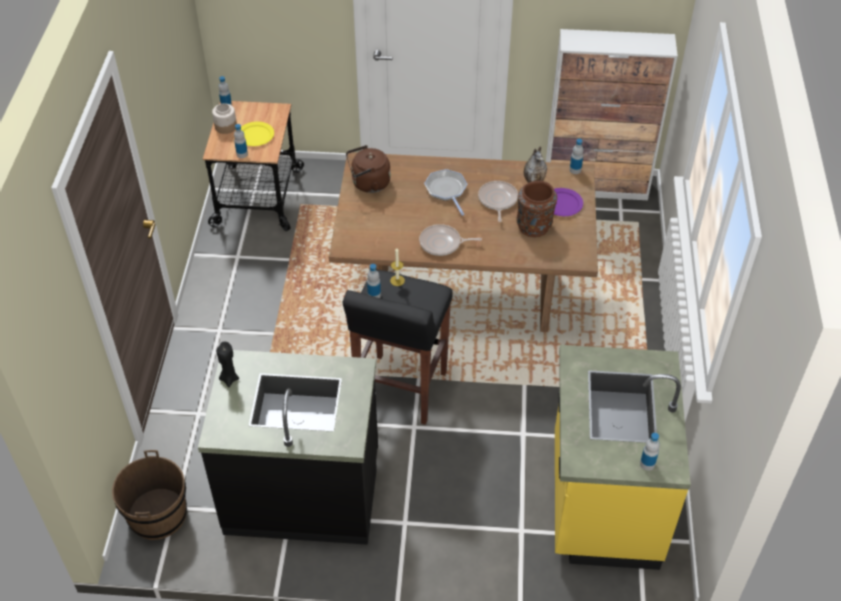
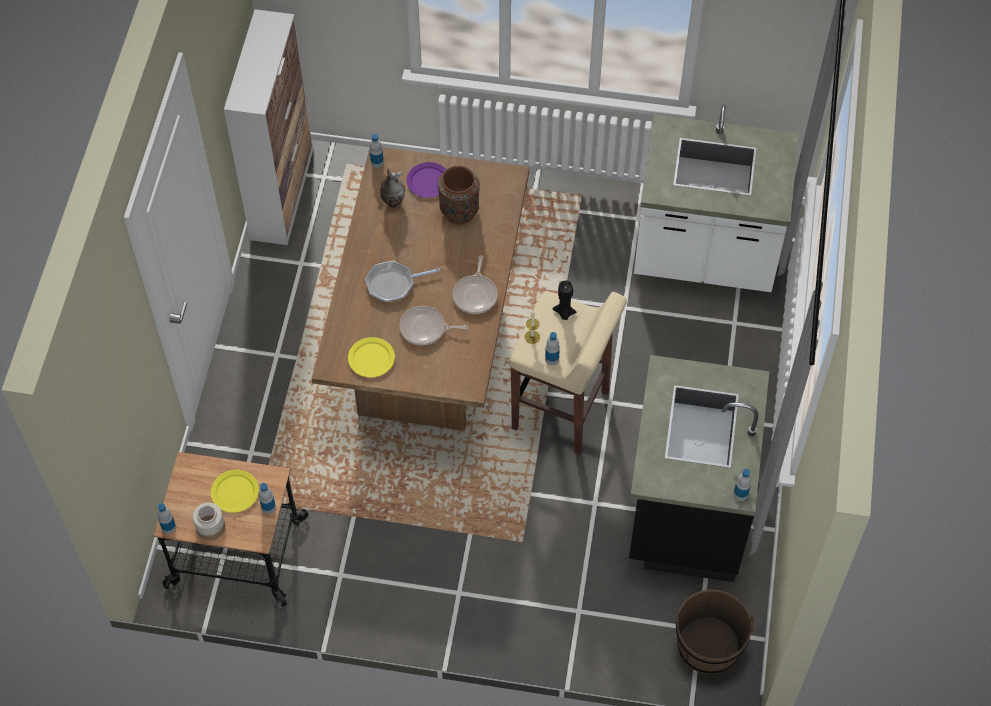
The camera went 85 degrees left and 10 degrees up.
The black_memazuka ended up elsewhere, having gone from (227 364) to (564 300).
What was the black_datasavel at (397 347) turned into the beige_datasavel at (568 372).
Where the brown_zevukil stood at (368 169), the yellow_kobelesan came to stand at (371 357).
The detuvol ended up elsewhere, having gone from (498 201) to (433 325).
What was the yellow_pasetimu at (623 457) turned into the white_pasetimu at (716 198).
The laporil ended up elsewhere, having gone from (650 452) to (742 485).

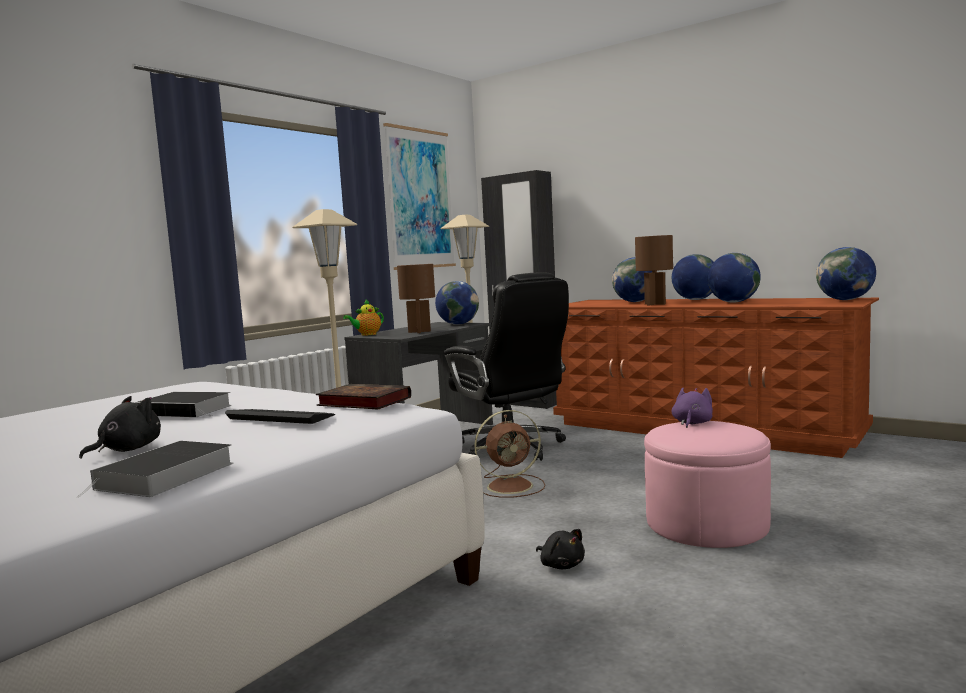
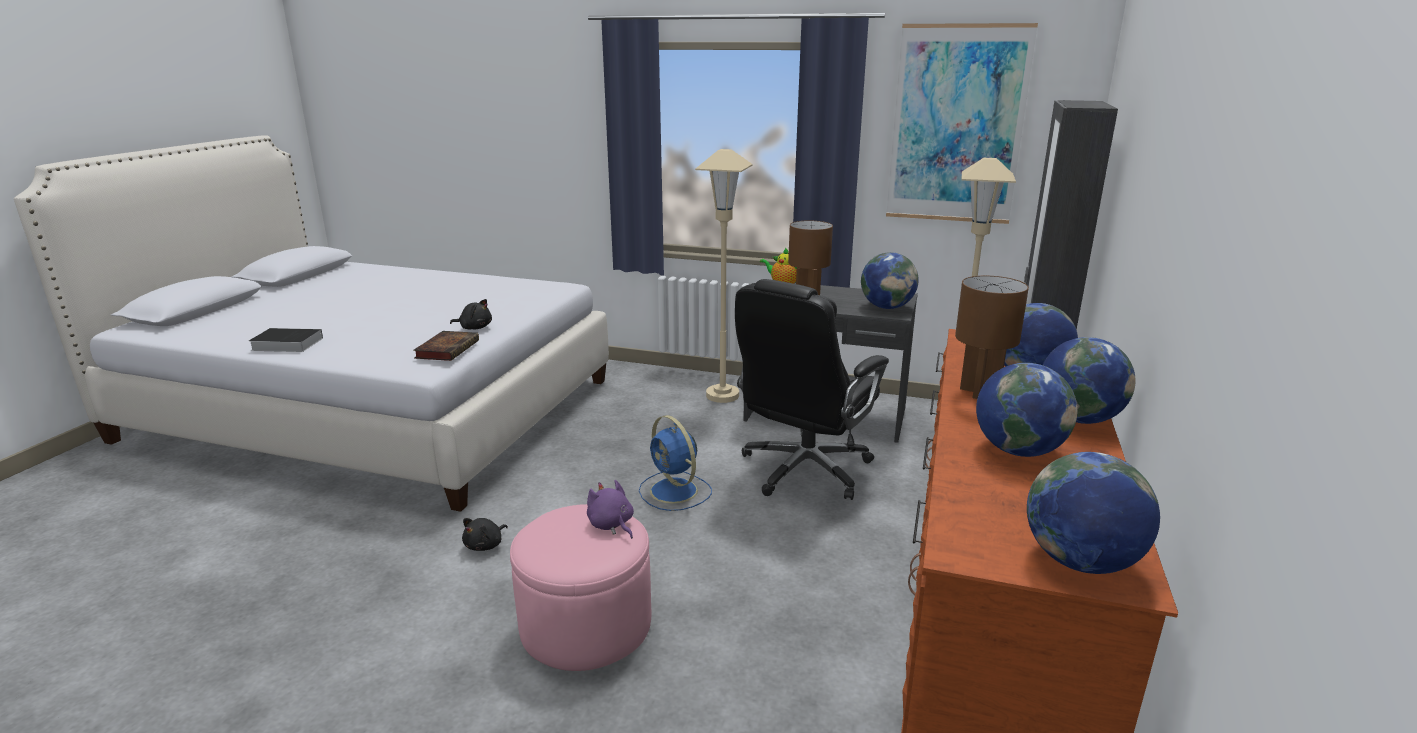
The camera went 70 degrees right and 15 degrees up.
The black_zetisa ended up elsewhere, having gone from (120 427) to (471 314).
The second view lost the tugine at (183 404).
The second view lost the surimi at (280 416).
What was the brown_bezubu at (509 454) turned into the blue_bezubu at (675 463).
The purple_zetisa at (692 408) ended up facing another way, 135 degrees counterclockwise from before.

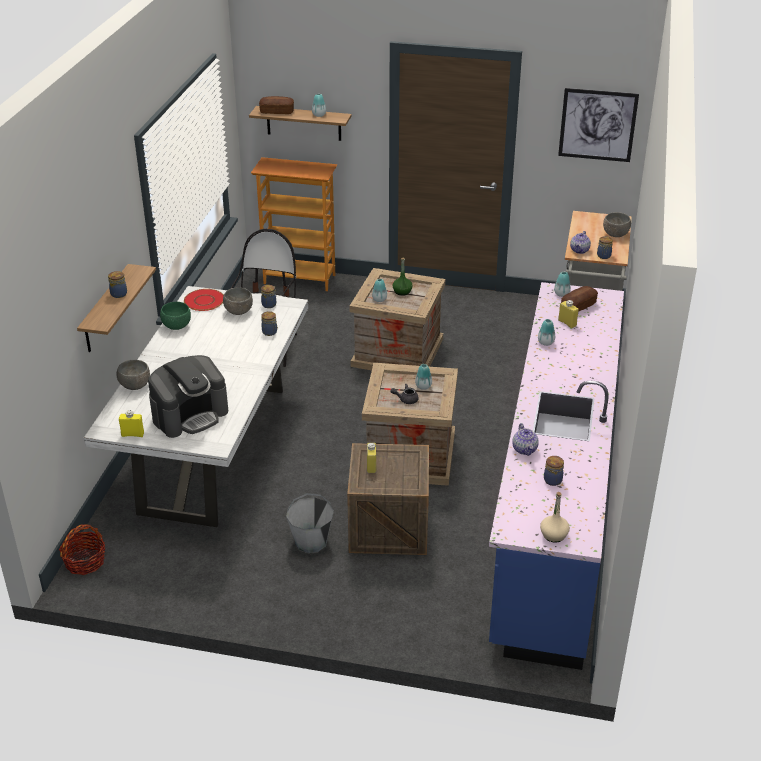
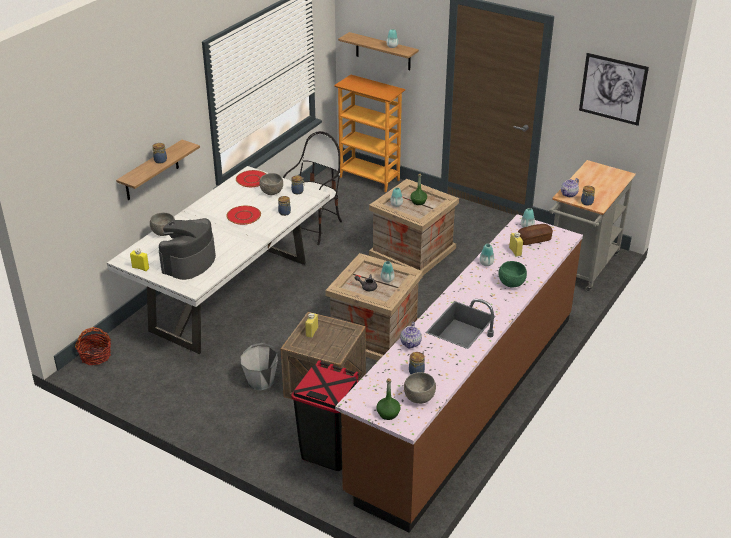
The camera went 20 degrees right and 0 degrees up.
The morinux at (188 396) ended up facing another way, 135 degrees clockwise from before.
The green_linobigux ended up elsewhere, having gone from (175 316) to (513 274).
The second view lost the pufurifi at (276 105).
What was the blue_pasetimu at (556 476) turned into the brown_pasetimu at (459 373).
What was the beige_laporil at (555 517) turned into the green_laporil at (388 399).
The grey_linobigux ended up elsewhere, having gone from (617 224) to (420 388).
The second view gained the red_kobelesan at (243 215).
The second view gained the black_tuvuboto at (325 415).

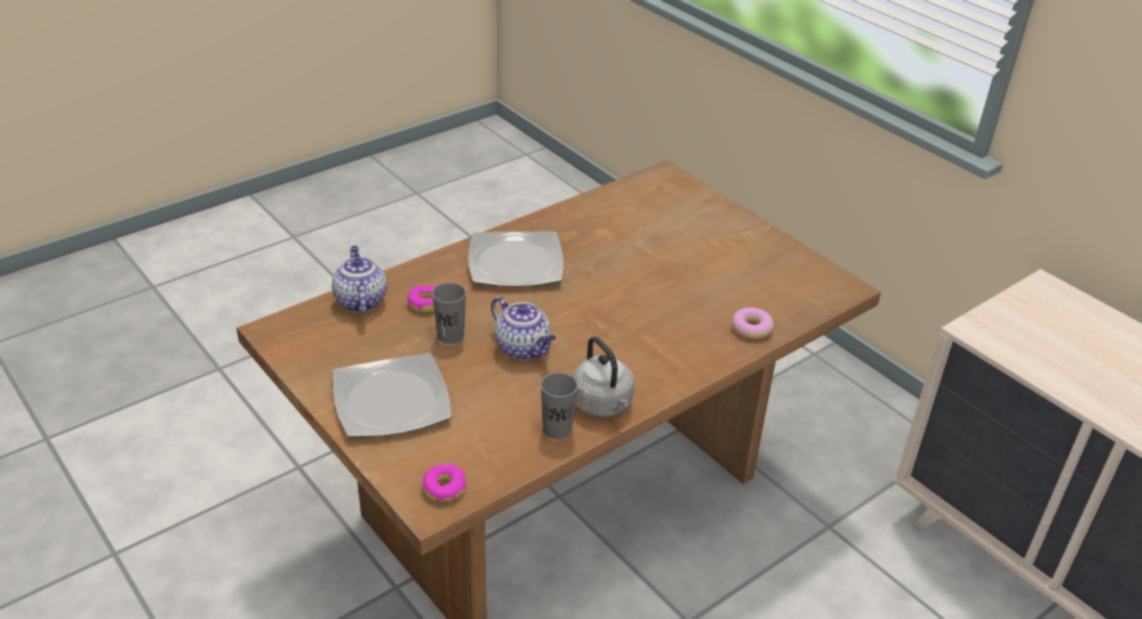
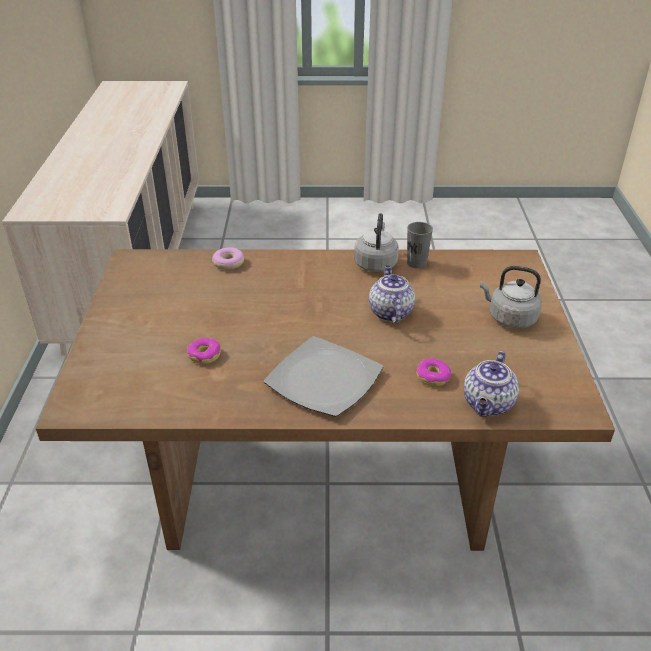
The camera went 140 degrees left and 0 degrees up.
Where the kobelesan stood at (392 395), the grey_zevukil came to stand at (511 297).
The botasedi ended up elsewhere, having gone from (444 483) to (204 351).
The second view lost the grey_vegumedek at (449 313).

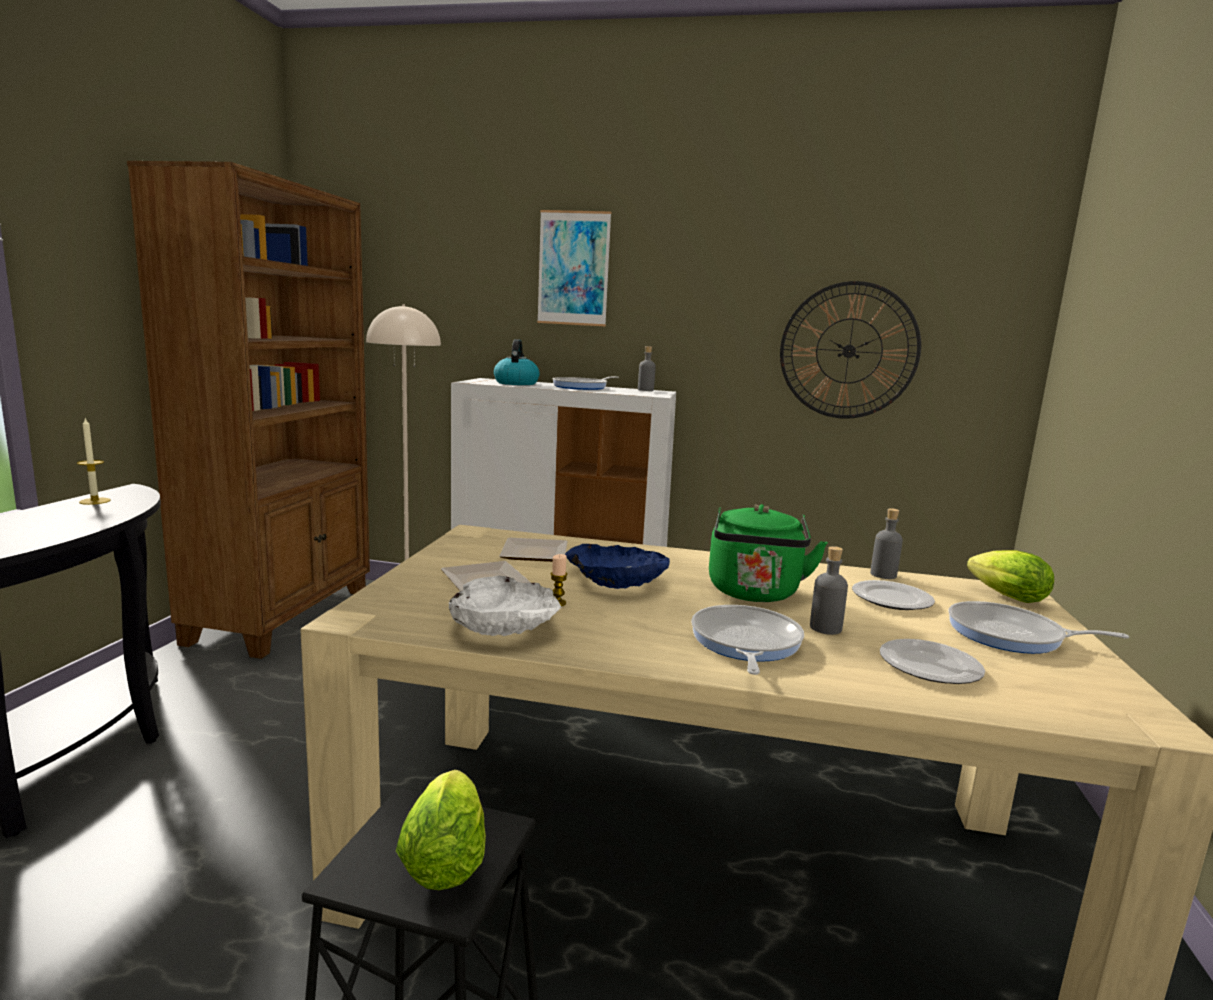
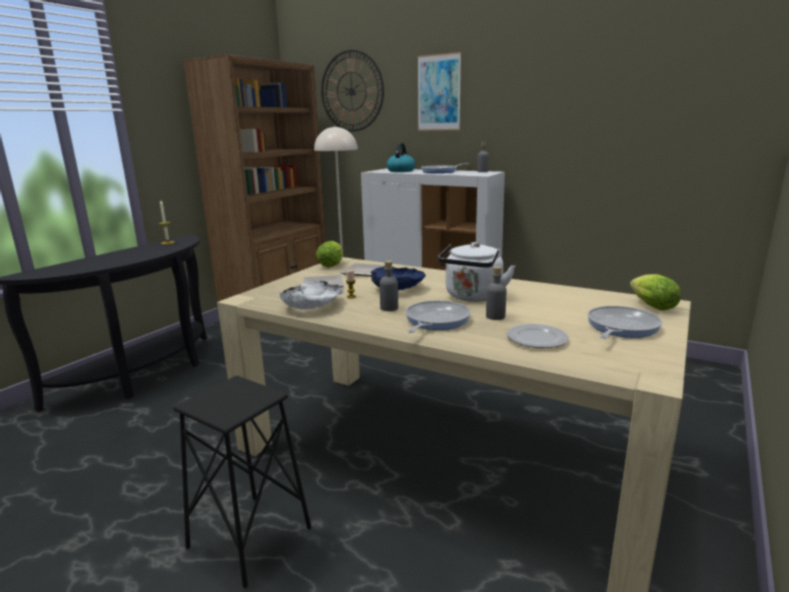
The camera went 20 degrees right and 5 degrees up.
The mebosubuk ended up elsewhere, having gone from (441 830) to (329 254).
What was the green_zevukil at (768 553) turned into the white_zevukil at (476 272).
The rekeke ended up elsewhere, having gone from (850 350) to (352 90).
The second view lost the kobelesan at (893 595).
The grey_laporil ended up elsewhere, having gone from (886 543) to (389 286).
The detuvol at (1039 627) ended up facing another way, 90 degrees clockwise from before.

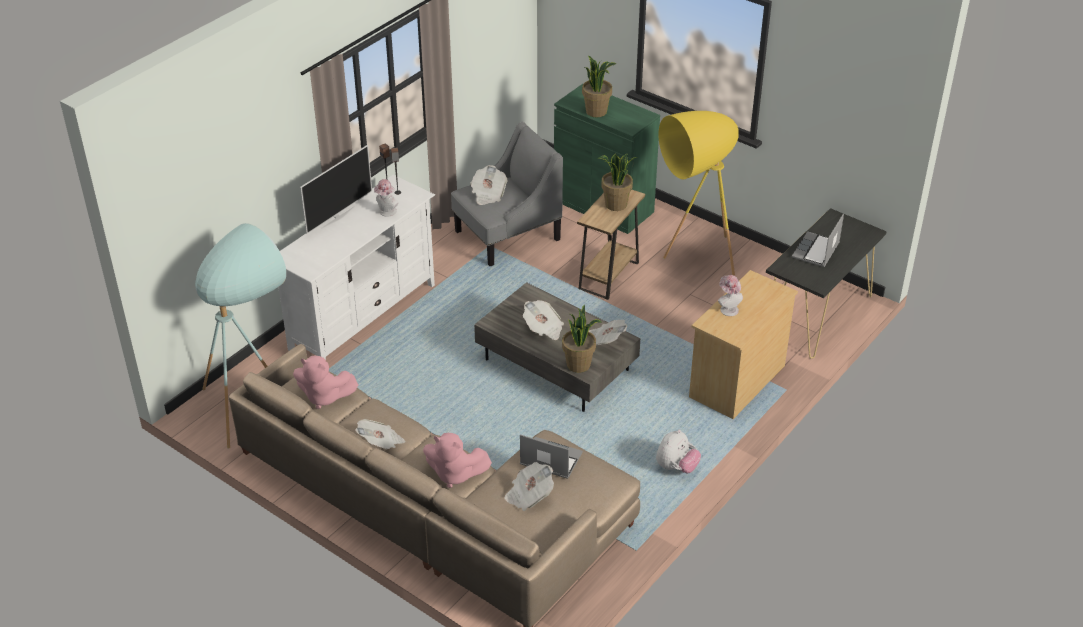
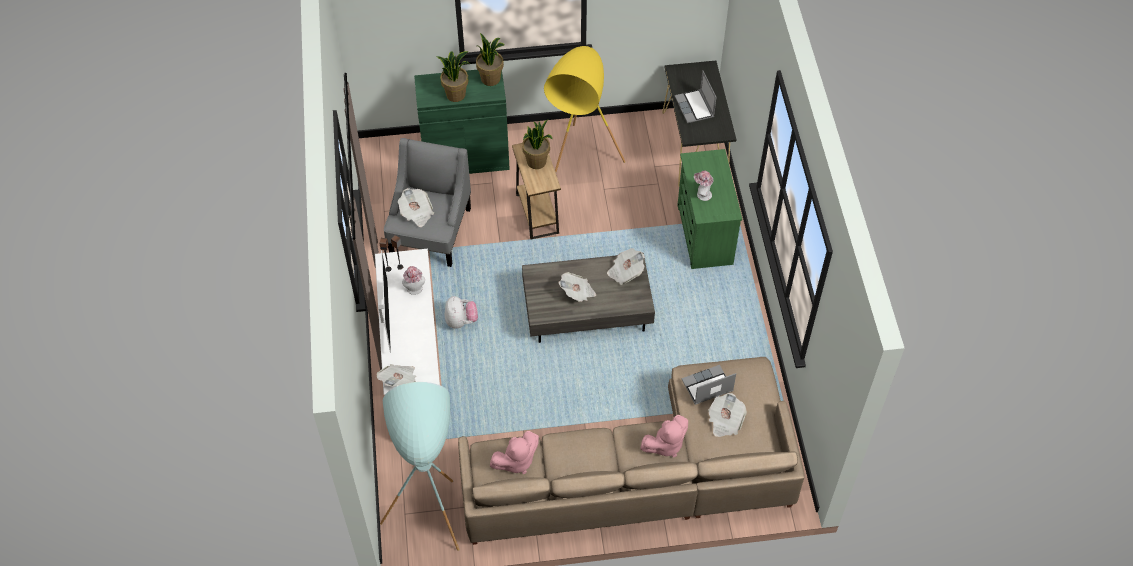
The camera went 45 degrees left and 15 degrees up.
The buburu ended up elsewhere, having gone from (380 434) to (396 375).
The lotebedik ended up elsewhere, having gone from (582 338) to (490 59).
The zetisa ended up elsewhere, having gone from (678 451) to (461 312).
What was the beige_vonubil at (743 344) turned into the green_vonubil at (710 209).

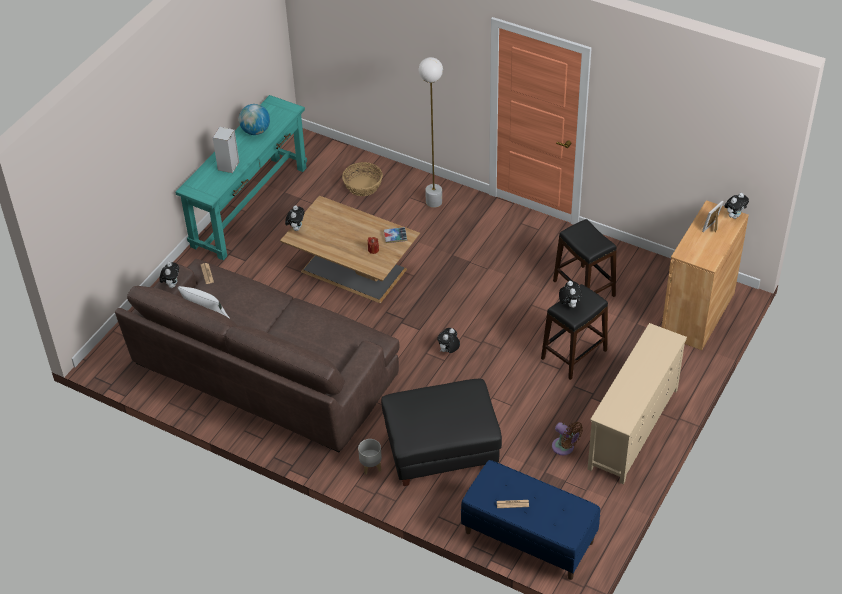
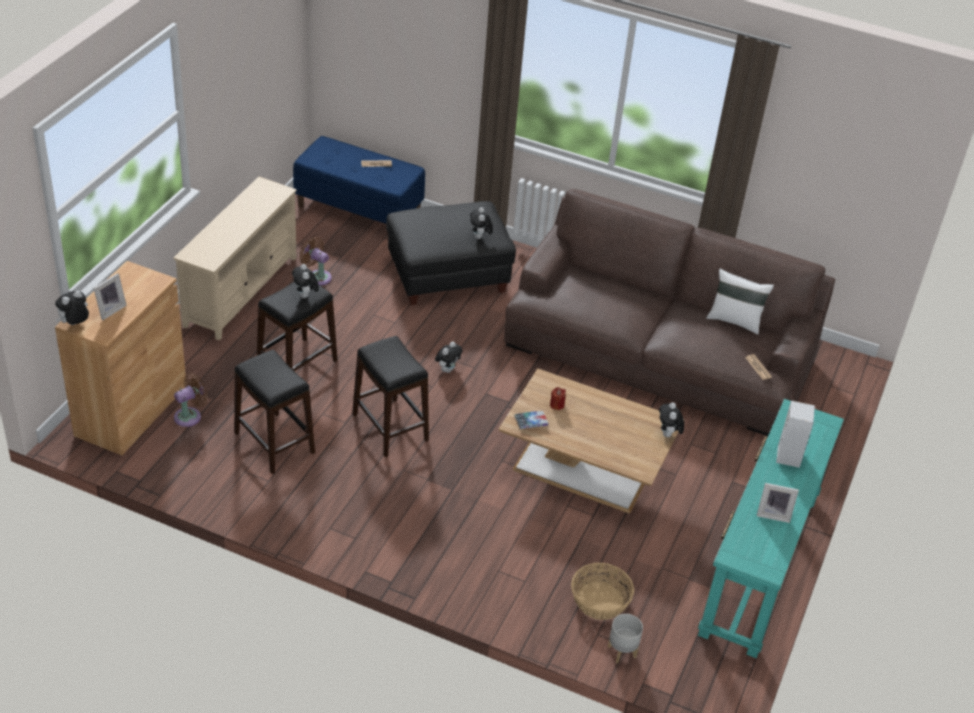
The camera went 170 degrees right and 5 degrees down.
The zetisa ended up elsewhere, having gone from (169 275) to (481 223).
Where the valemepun stood at (254 119), the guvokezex came to stand at (778 503).
The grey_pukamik ended up elsewhere, having gone from (370 457) to (625 638).
The second view lost the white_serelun at (431 132).
The second view gained the brown_bezubu at (191 400).
The second view gained the black_datasavel at (390 396).

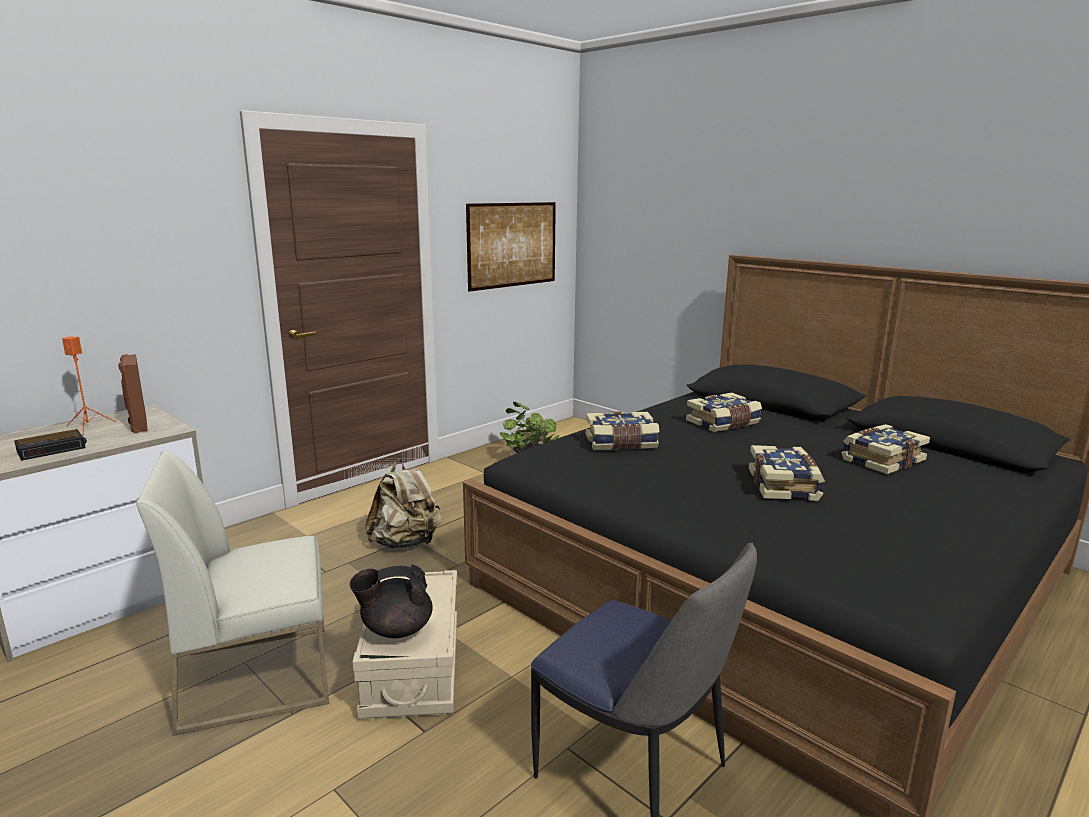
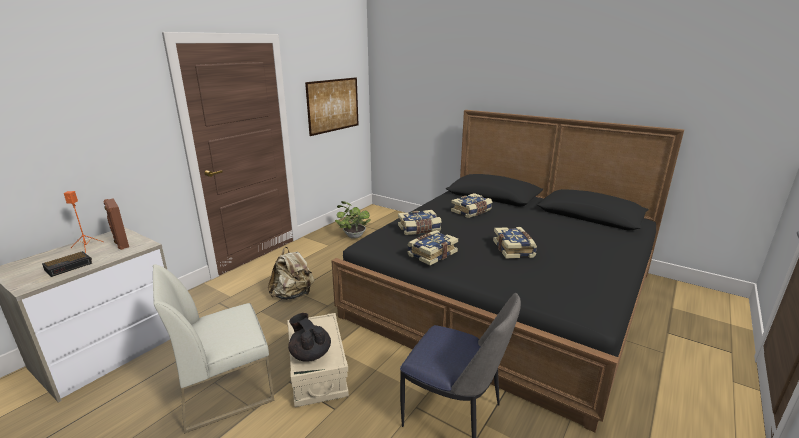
The camera went 10 degrees left and 5 degrees up.
The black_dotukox at (391 601) ended up facing another way, 75 degrees clockwise from before.
The tugine ended up elsewhere, having gone from (886 449) to (432 247).

